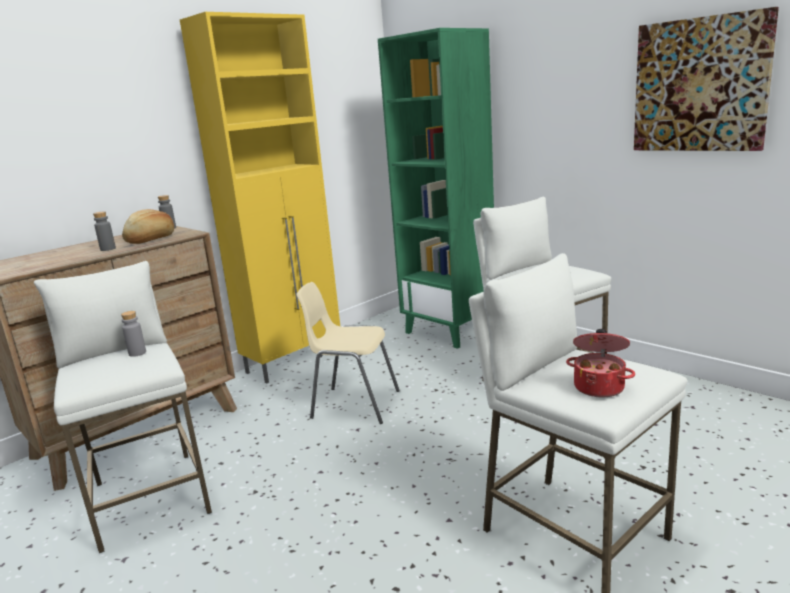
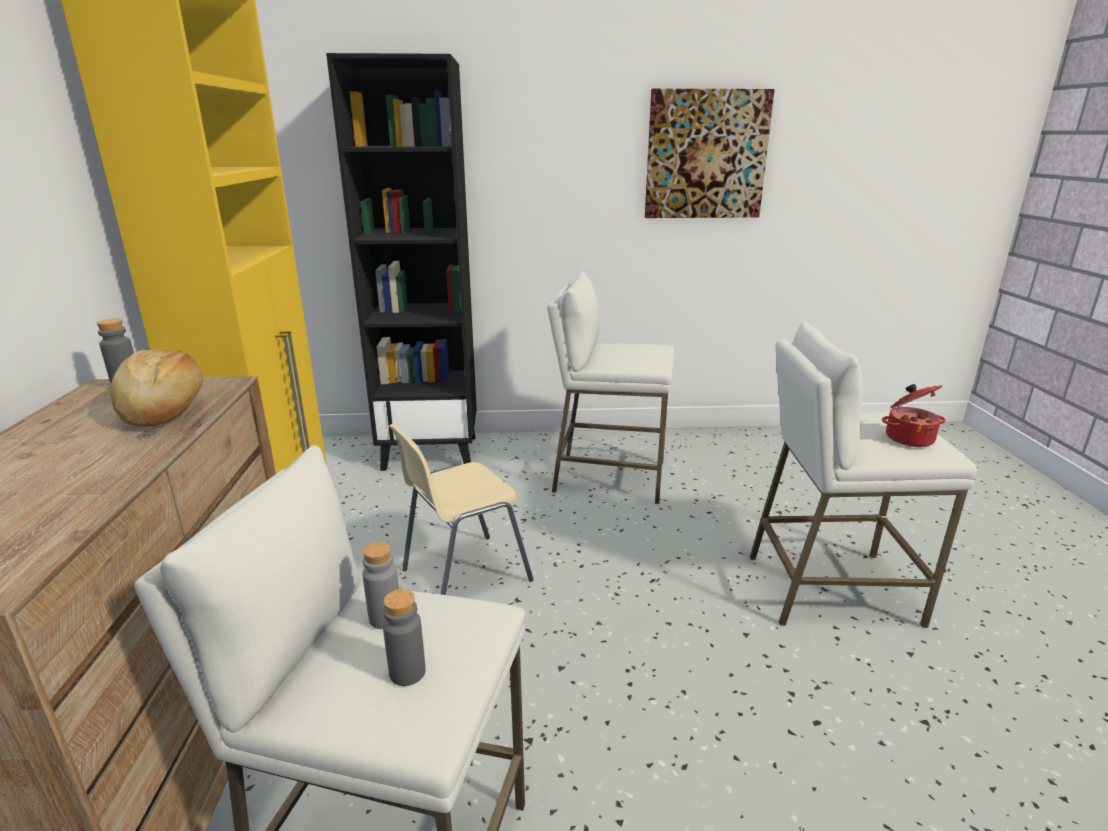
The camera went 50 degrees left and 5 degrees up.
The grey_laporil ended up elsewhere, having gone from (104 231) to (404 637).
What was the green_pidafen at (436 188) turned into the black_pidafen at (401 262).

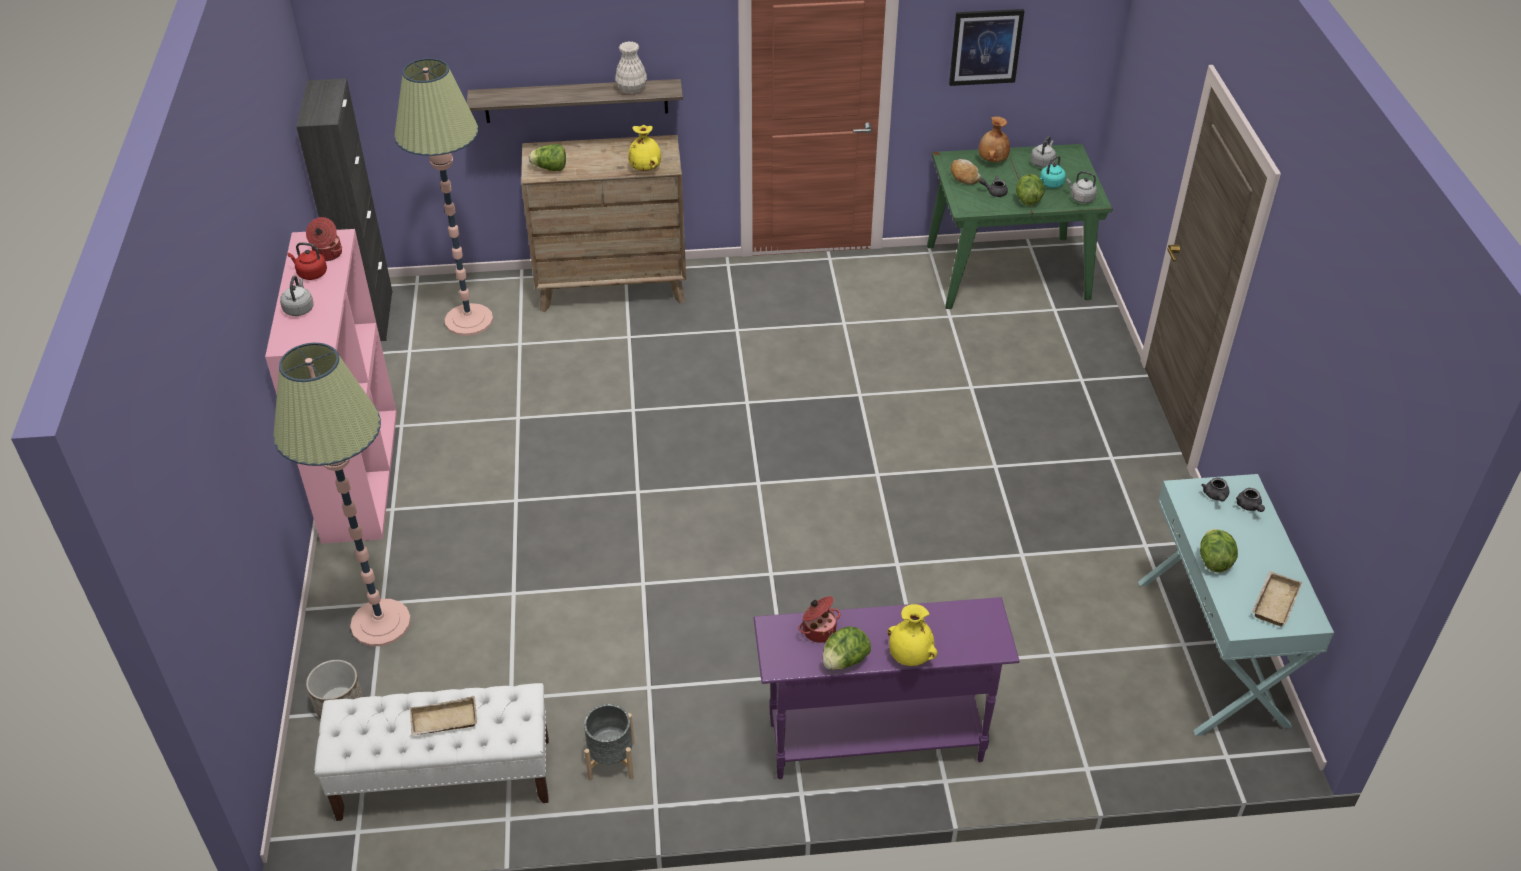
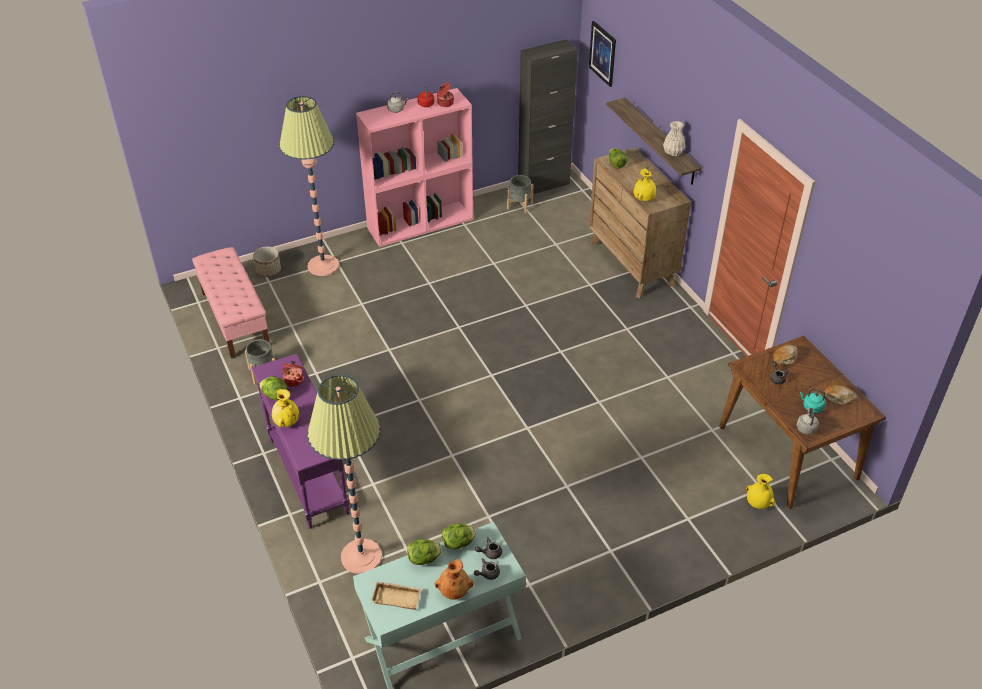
The camera went 70 degrees right and 0 degrees up.
What was the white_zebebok at (431 752) turned into the pink_zebebok at (231 303).
The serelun ended up elsewhere, having gone from (443 197) to (344 474).
The second view lost the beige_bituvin at (443 716).
What was the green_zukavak at (1019 226) turned into the brown_zukavak at (802 422).
The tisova ended up elsewhere, having gone from (986 47) to (602 54).
The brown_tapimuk ended up elsewhere, having gone from (994 139) to (454 579).
The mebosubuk ended up elsewhere, having gone from (1030 190) to (459 536).
Where the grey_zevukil stood at (1043 152), the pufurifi came to stand at (840 394).
The second view gained the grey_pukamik at (520 194).
The second view gained the yellow_tapimuk at (760 491).

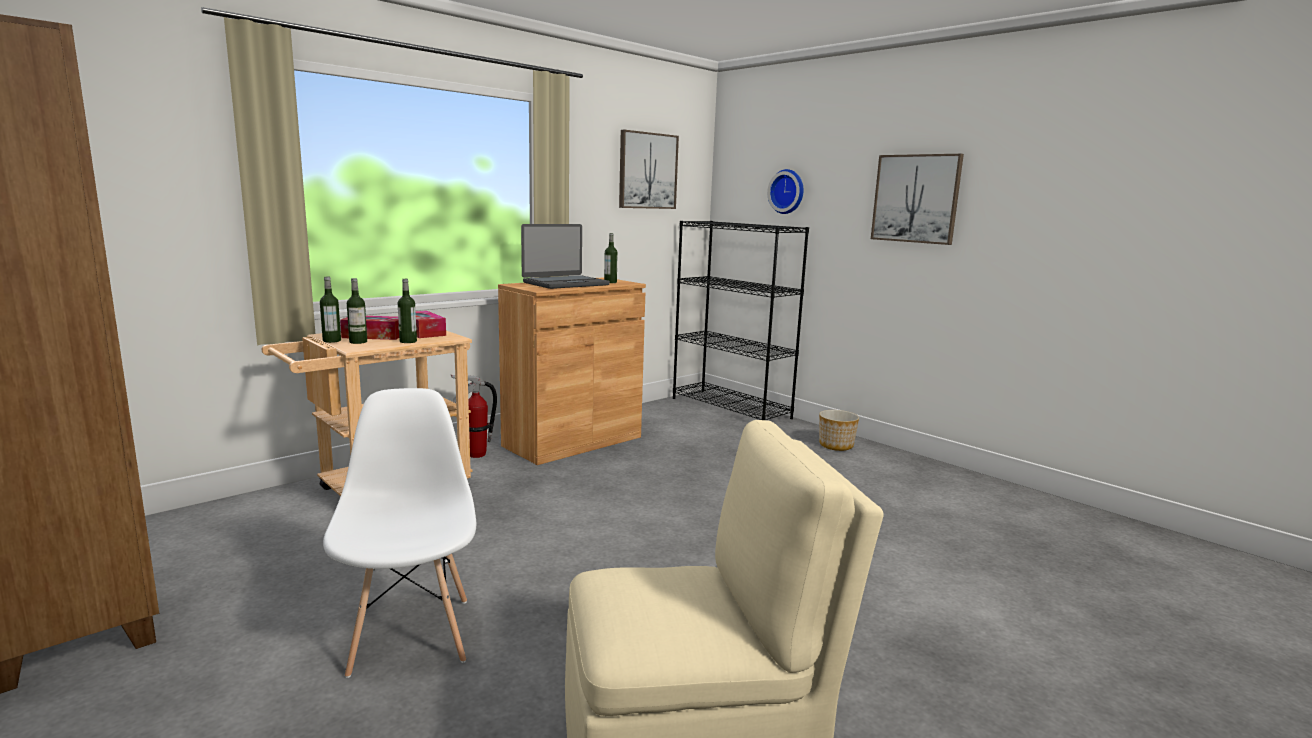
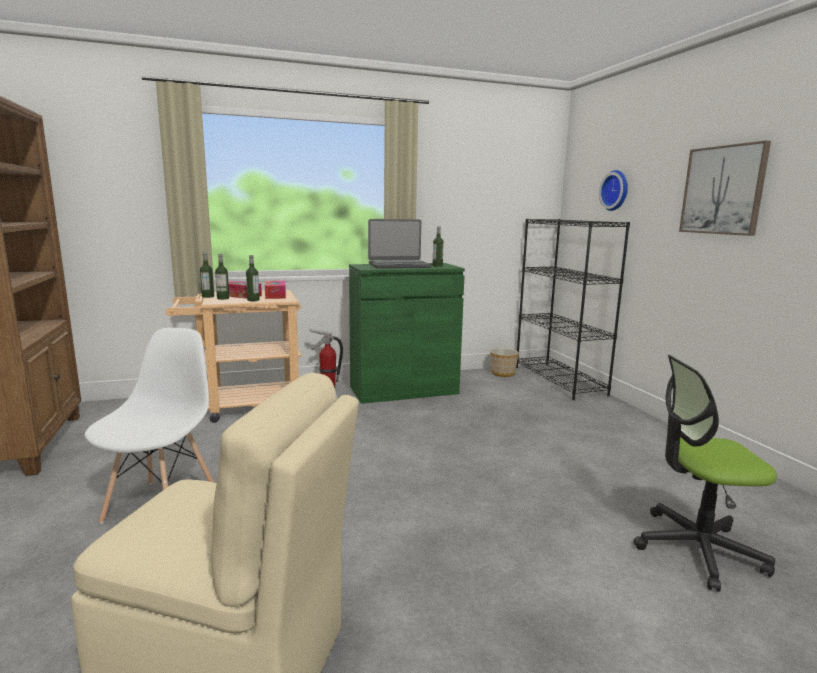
The camera went 25 degrees right and 0 degrees up.
What was the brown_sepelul at (572 371) turned into the green_sepelul at (407 333).
The second view lost the tisova at (649 169).
The pukamik ended up elsewhere, having gone from (839 430) to (504 362).
The second view gained the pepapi at (705 473).

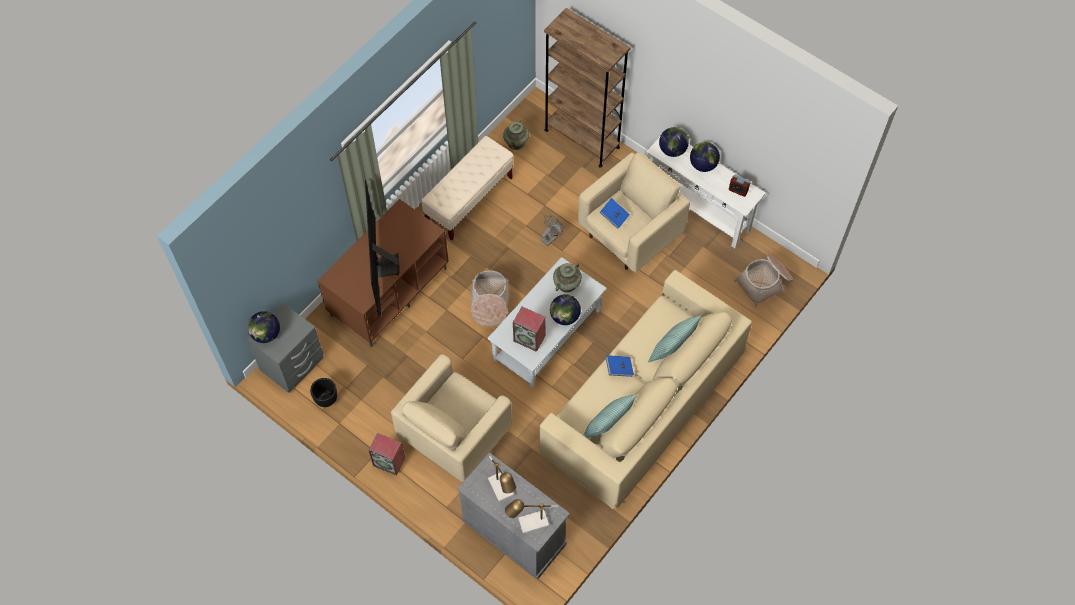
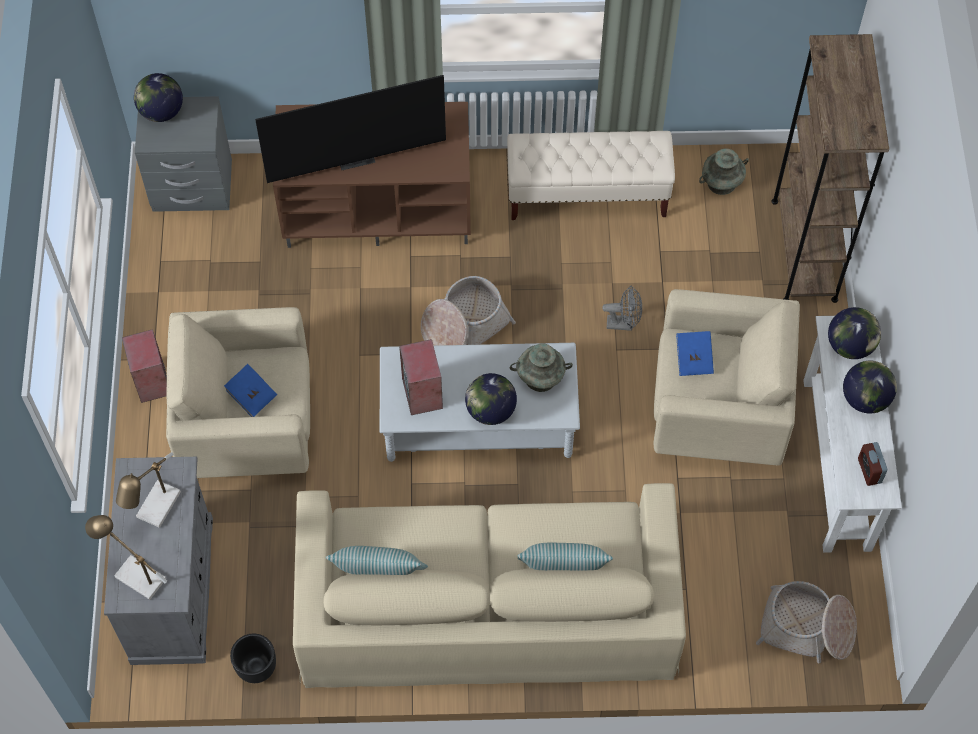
The camera went 50 degrees right and 0 degrees up.
The black_pukamik ended up elsewhere, having gone from (323 392) to (253 658).
The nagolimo at (382 248) ended up facing another way, 150 degrees counterclockwise from before.
The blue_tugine ended up elsewhere, having gone from (619 366) to (250 390).

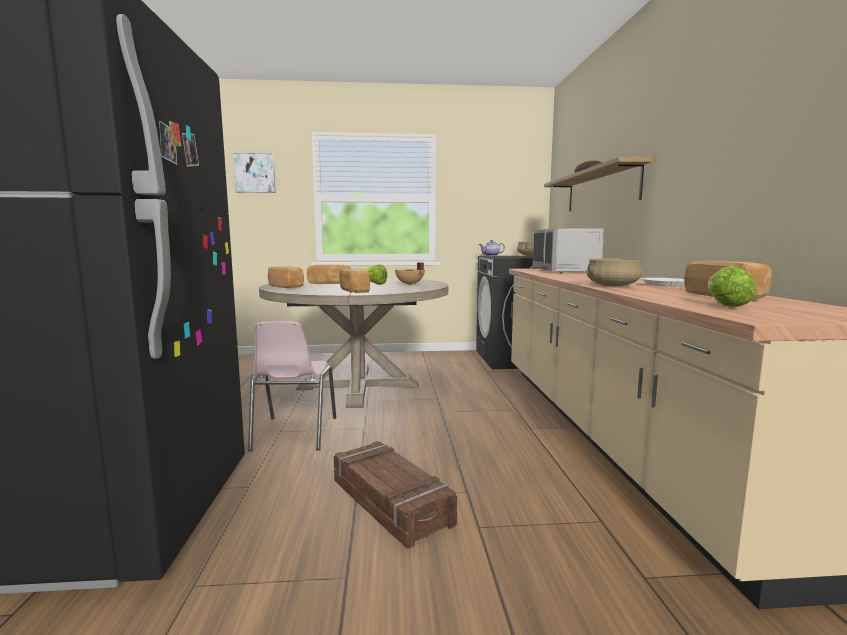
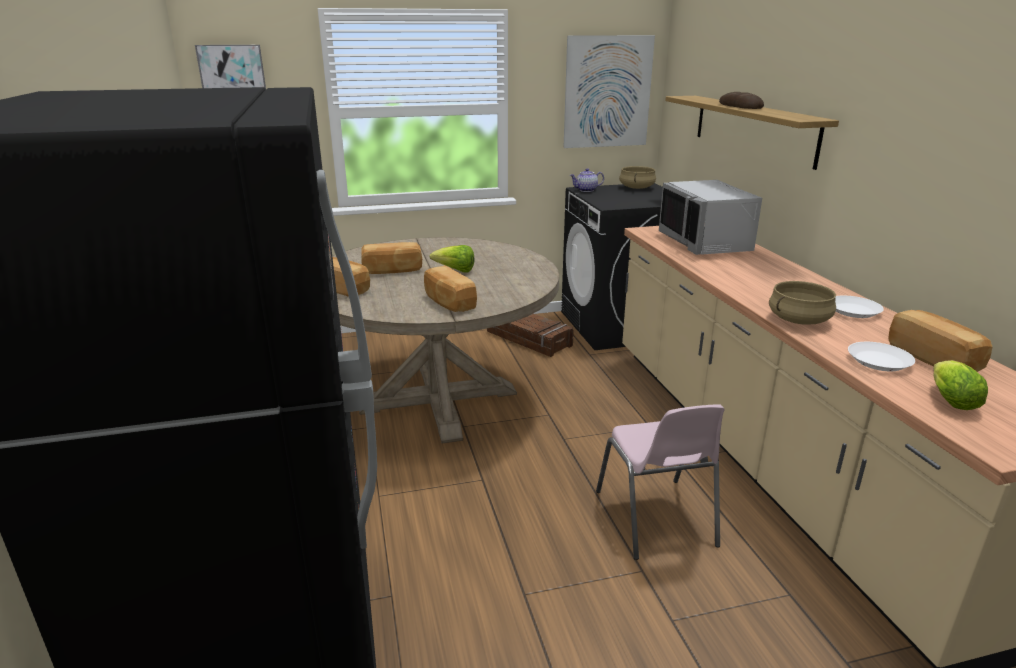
The camera went 10 degrees left and 15 degrees up.
The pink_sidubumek ended up elsewhere, having gone from (292 386) to (660 482).
The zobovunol ended up elsewhere, having gone from (395 495) to (530 335).
The second view lost the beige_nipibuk at (410 273).
The second view gained the tisova at (609 91).
The second view gained the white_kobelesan at (881 356).

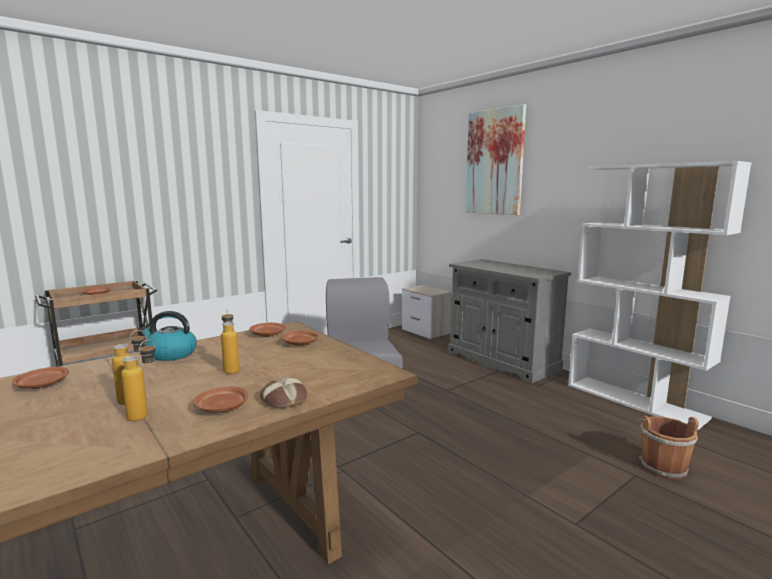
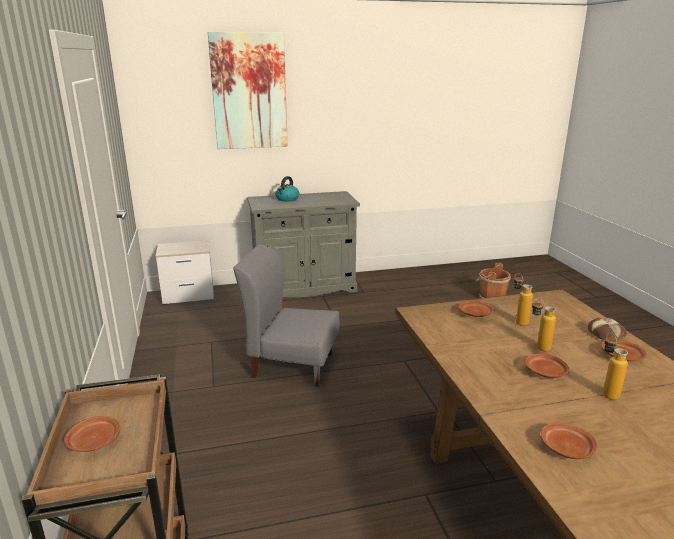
The camera went 65 degrees left and 10 degrees up.
The laporil ended up elsewhere, having gone from (138 380) to (523 300).
The zevukil ended up elsewhere, having gone from (168 336) to (287 188).
The brown_kobelesan ended up elsewhere, having gone from (267 330) to (547 365).
The second view lost the white_pidafen at (660 296).

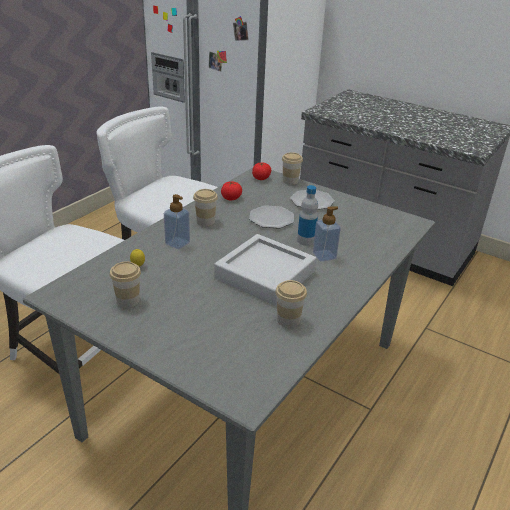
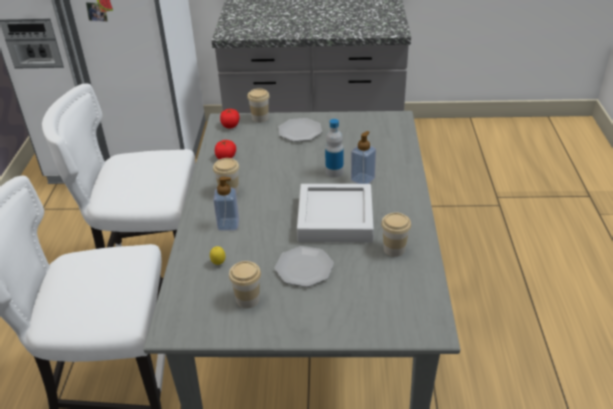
The camera went 30 degrees left and 5 degrees up.
The kobelesan ended up elsewhere, having gone from (271 217) to (304 266).

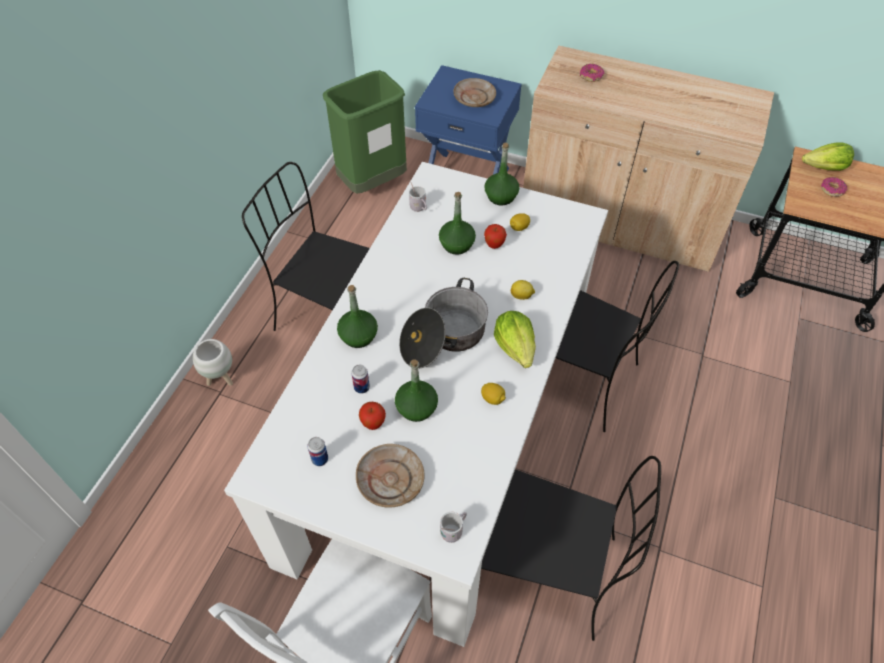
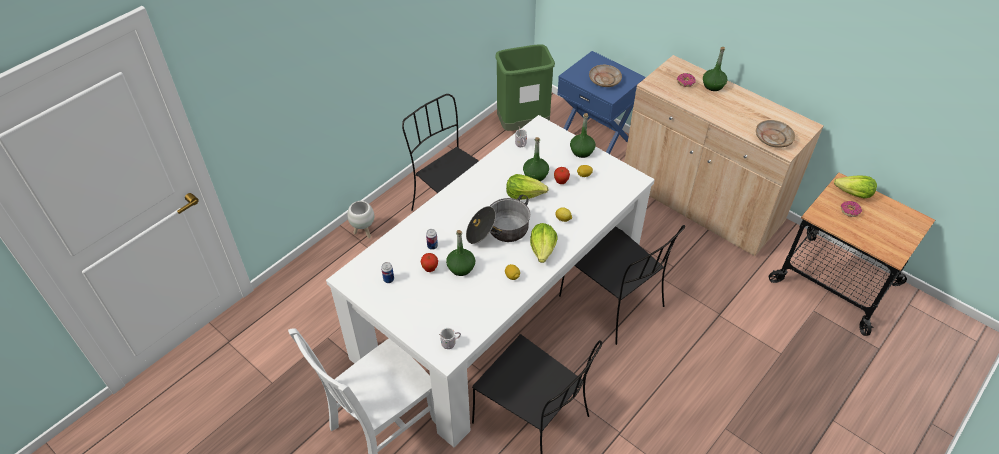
The camera went 20 degrees right and 5 degrees down.
The green_laporil ended up elsewhere, having gone from (357 316) to (715 69).
The beige_kobelesan ended up elsewhere, having gone from (390 476) to (775 134).
The second view gained the mebosubuk at (527 187).

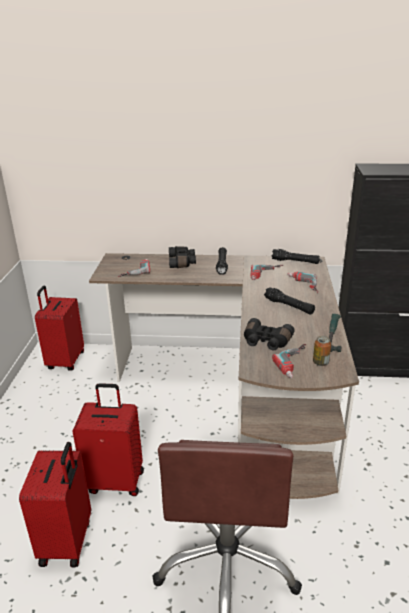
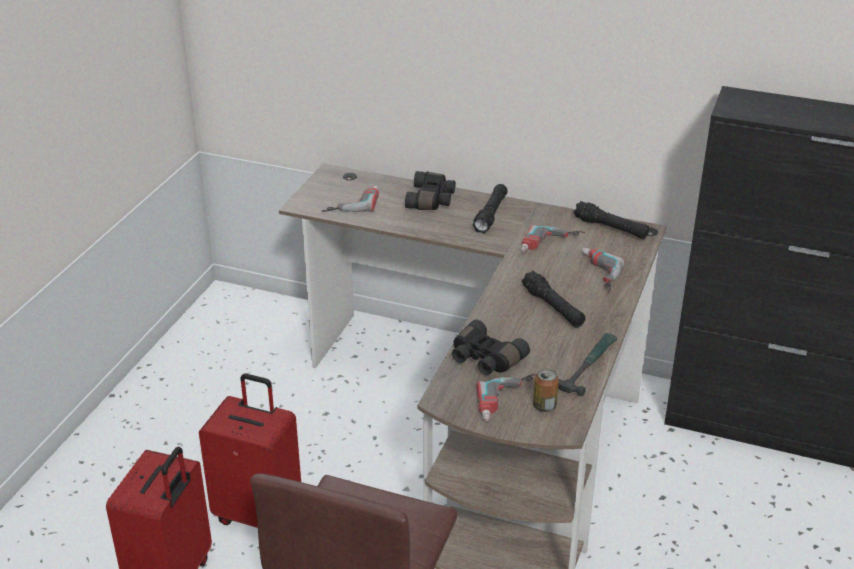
The camera went 15 degrees right and 5 degrees up.
The second view lost the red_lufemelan at (59 328).

